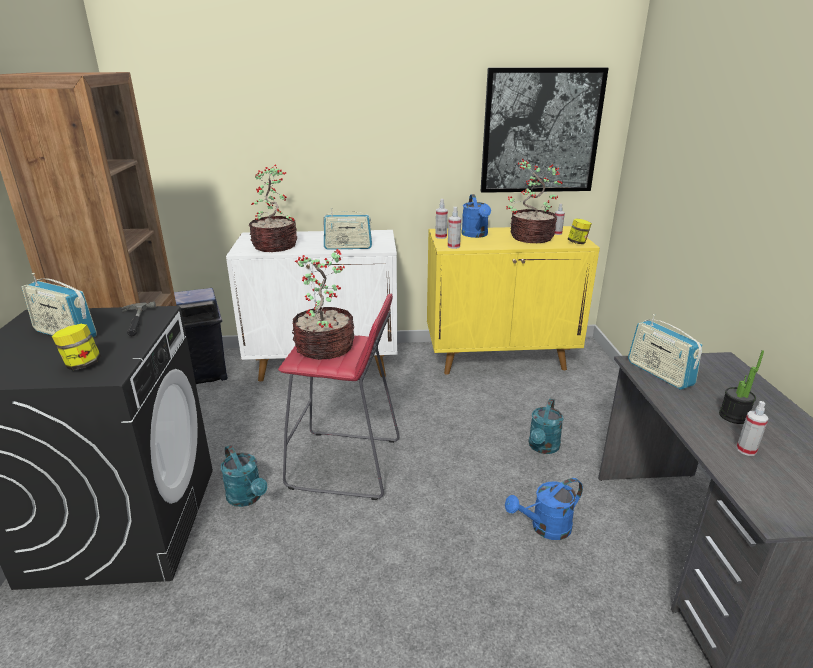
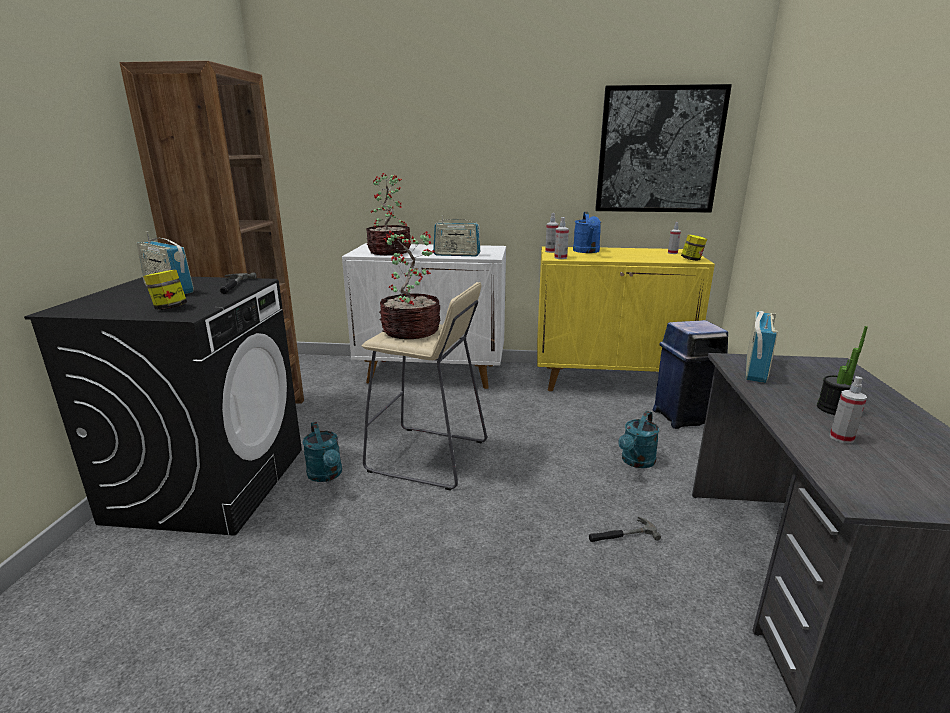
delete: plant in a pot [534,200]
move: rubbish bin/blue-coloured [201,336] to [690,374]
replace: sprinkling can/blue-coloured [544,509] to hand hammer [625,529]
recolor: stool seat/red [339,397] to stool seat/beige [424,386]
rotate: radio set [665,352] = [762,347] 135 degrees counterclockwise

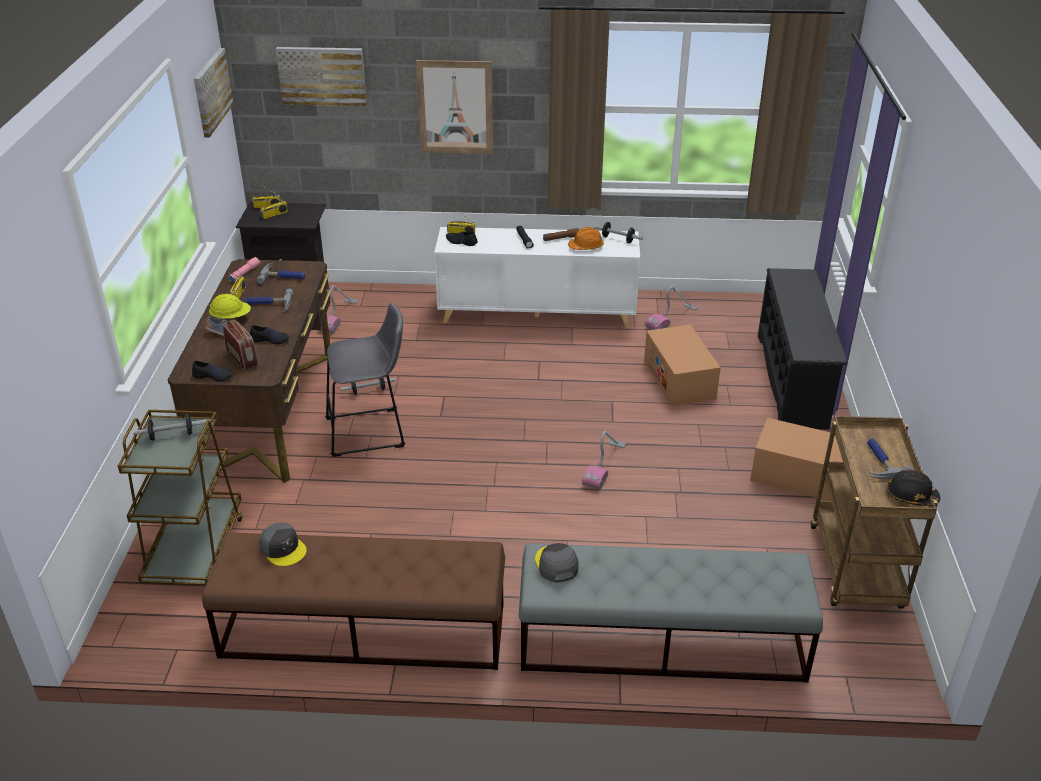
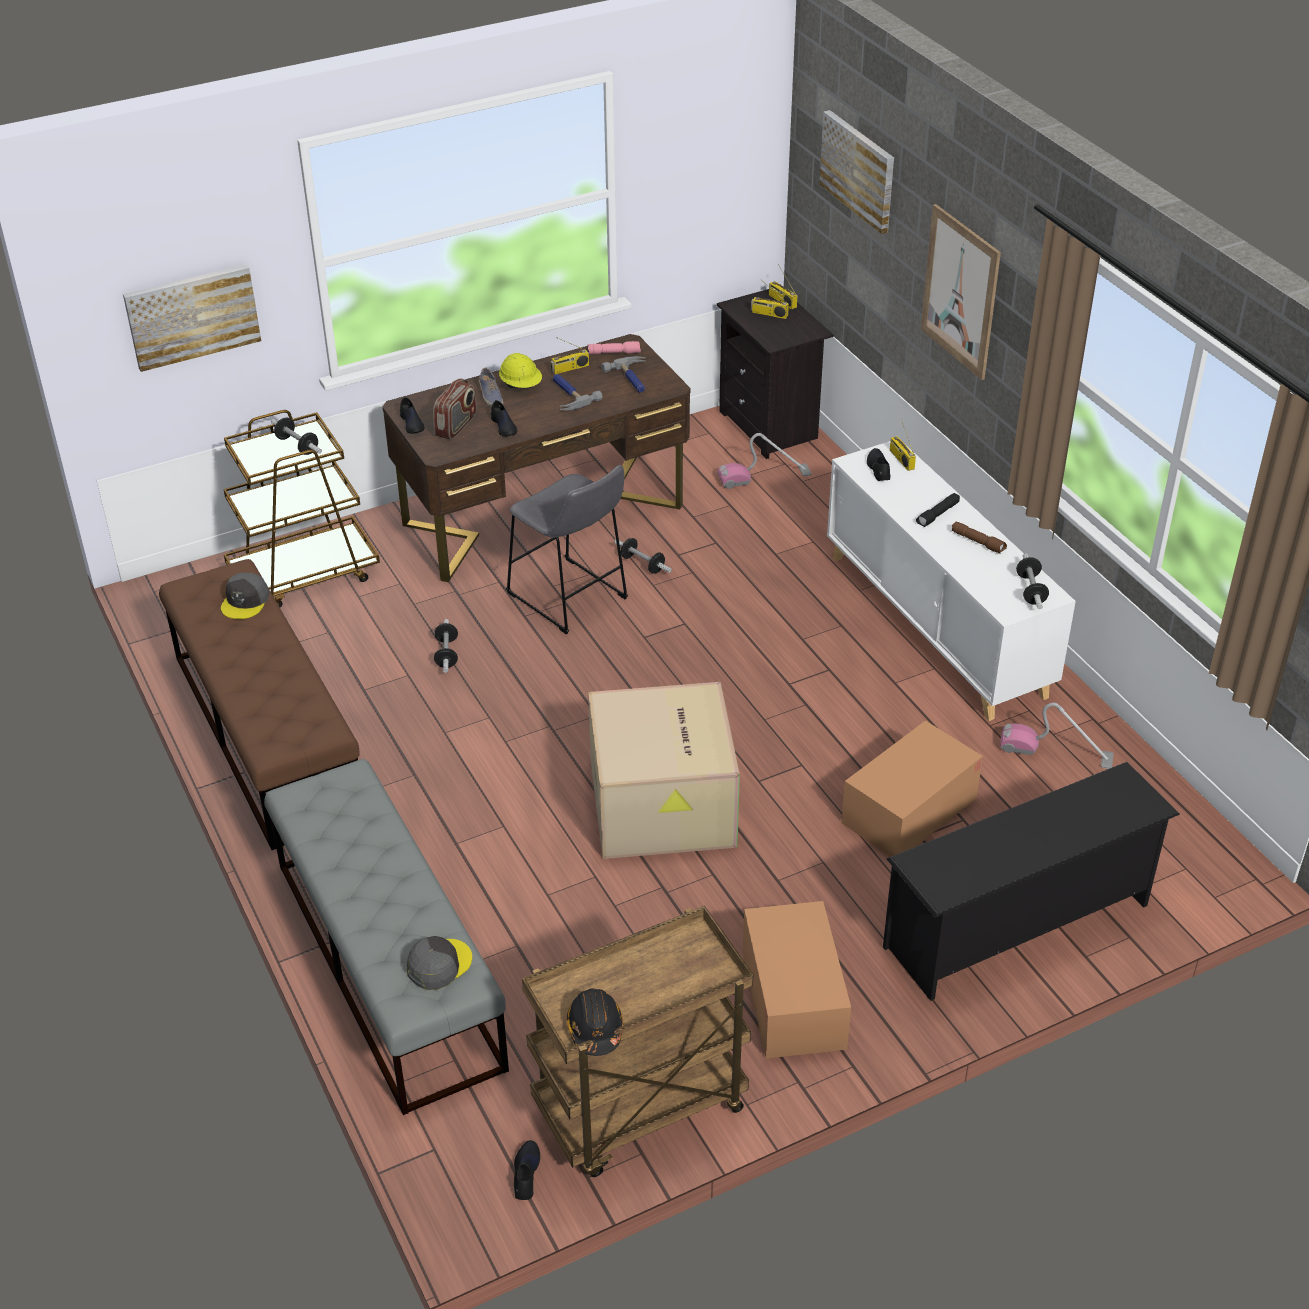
delete: hard hat/orange-coloured [586,238]; hand hammer [890,458]
insert: dumbbell [446,646]; shoe/blackish [527,1170]
move: picture [214,93] to [192,318]; peaked cap/grey [557,562] to [439,963]
replace: hoover [604,460] to packing box [664,770]

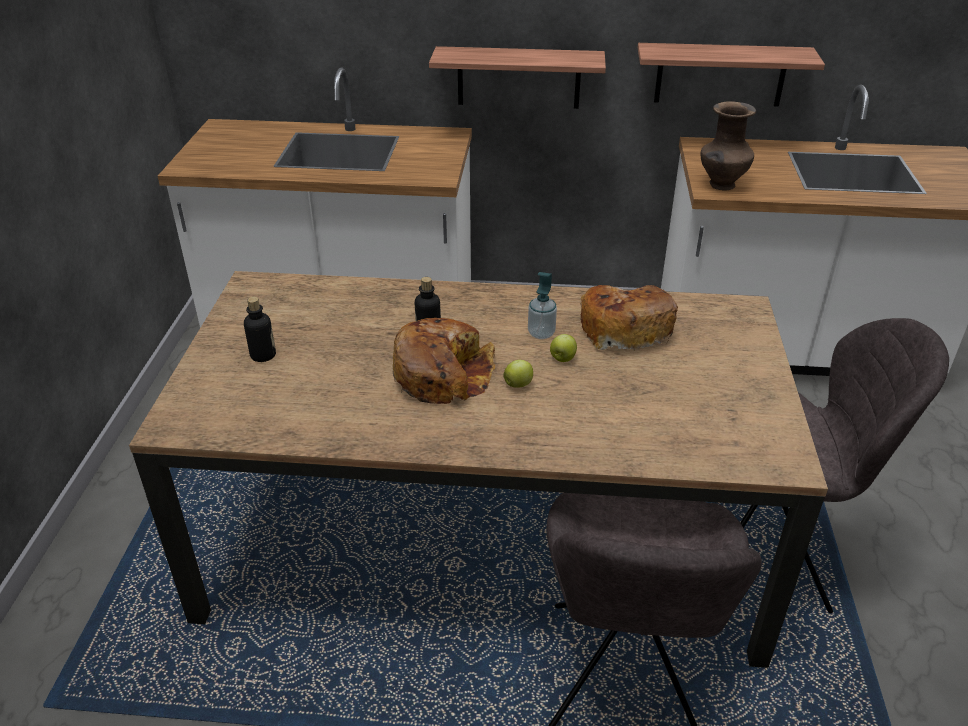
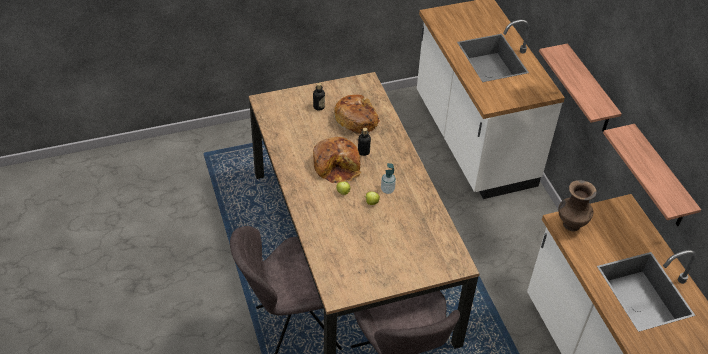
move: bakery bread [629,317] to [357,114]

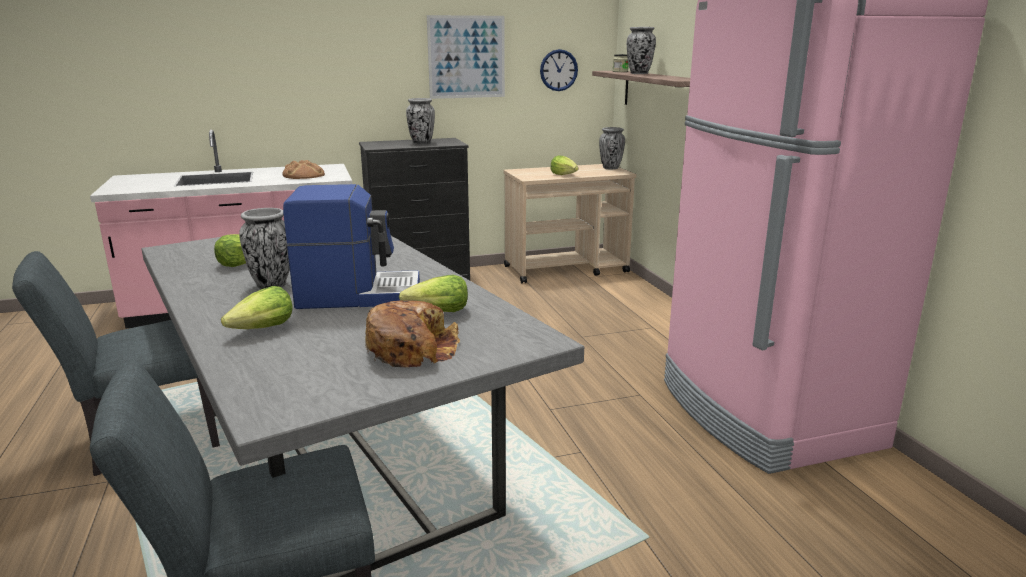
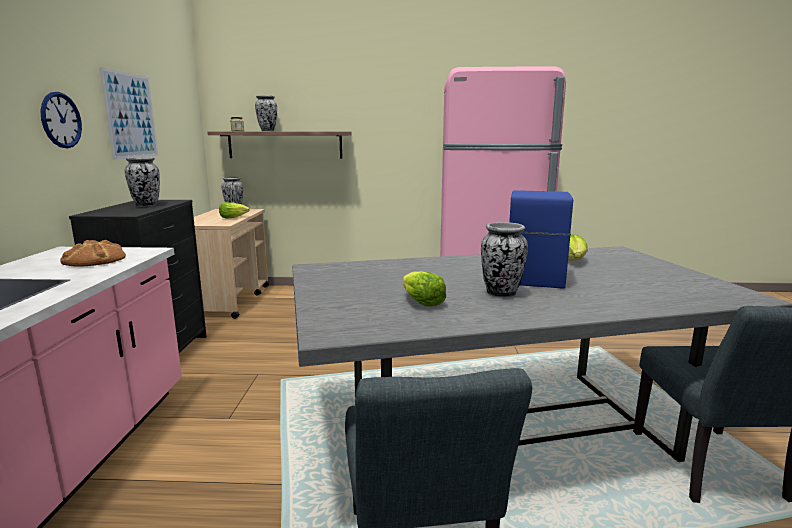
delete: head of lettuce [257,307]; bakery bread [412,333]
move: clock on the wall [559,70] to [61,120]

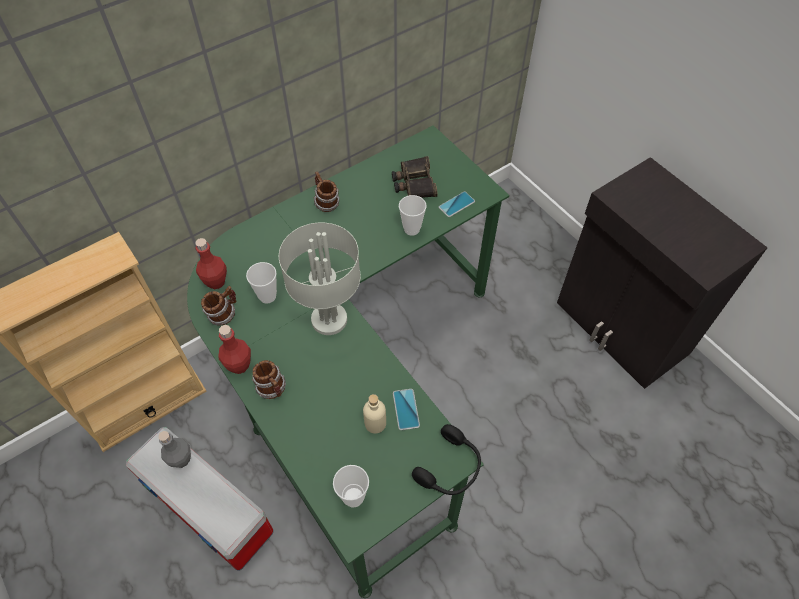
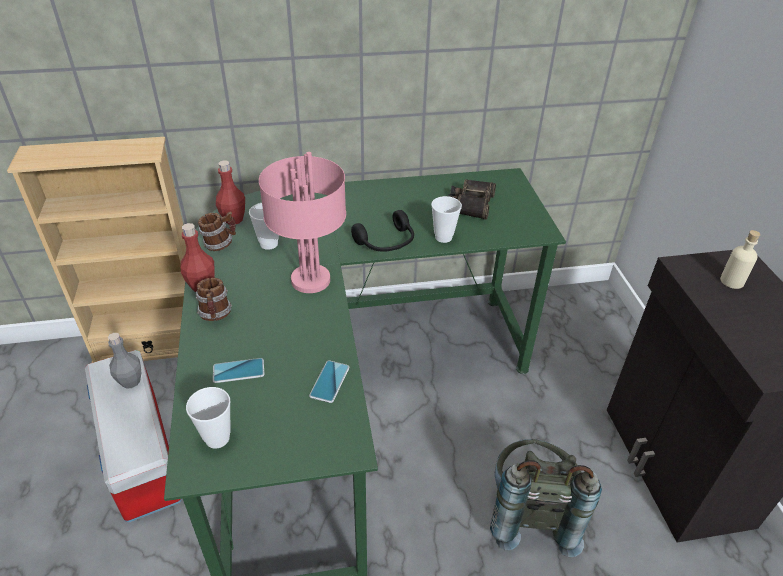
delete: tea mug [327,191]
insert: rucksack/grey [546,498]
move: handset [457,204] to [239,370]; beverage bottle/beige [374,414] to [740,259]; pair of headphones/blackish [446,459] to [382,231]
recolor: lamp for a table/grey [320,278] to lamp for a table/pink [302,222]

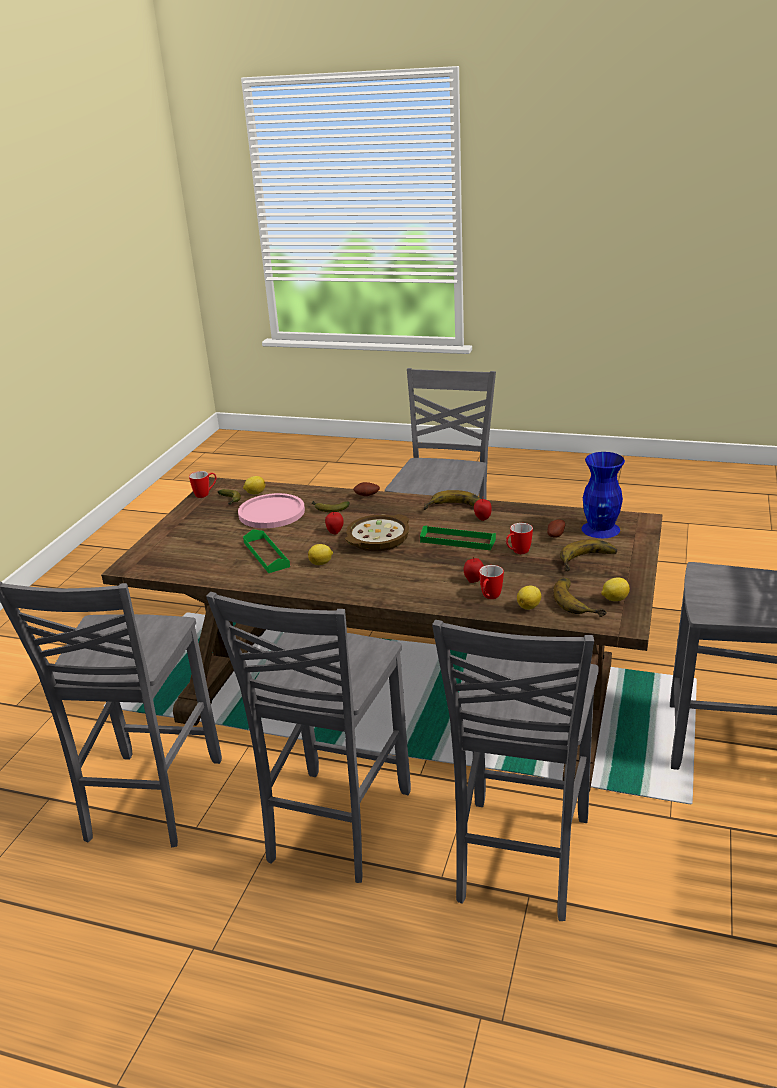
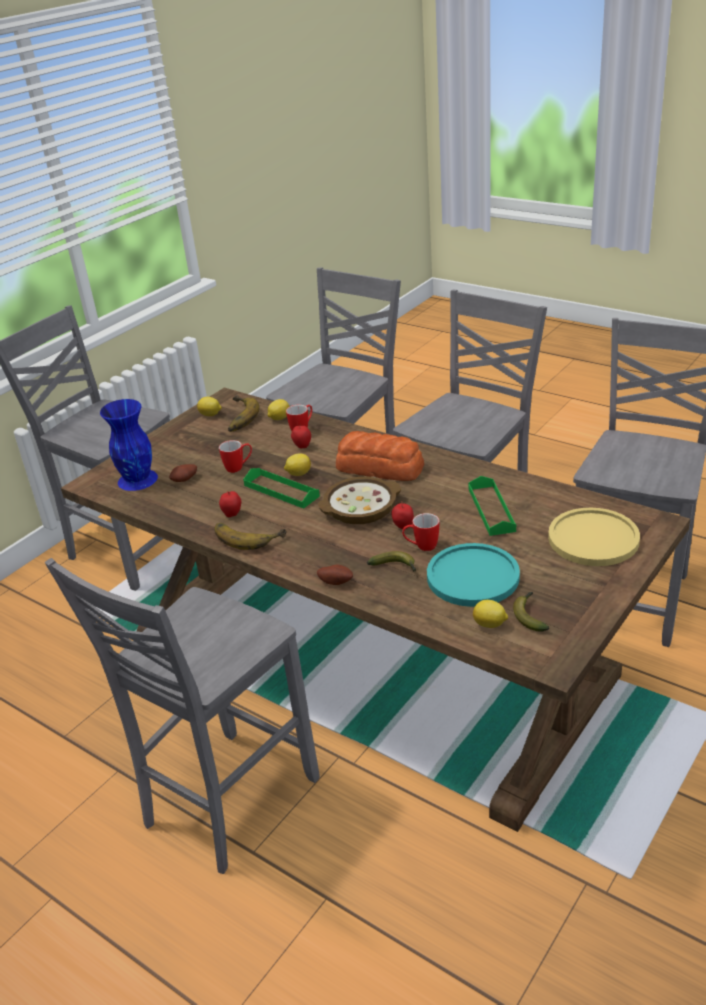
delete: banana [588,555]
insert: bakery bread [380,456]; flat dish/yellow-coloured [594,537]
move: tea mug [203,484] to [420,532]; whole lemon [320,554] to [297,464]
recolor: flat dish/pink [271,510] to flat dish/turquoise-coloured [473,575]

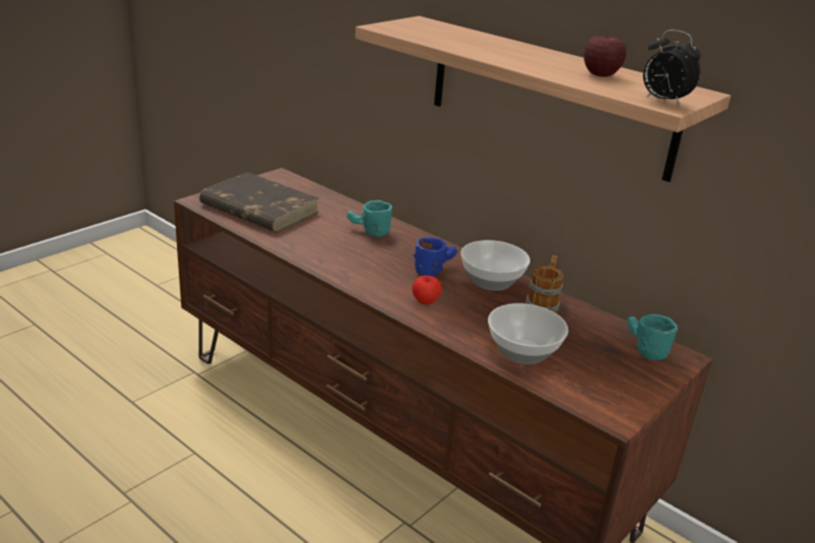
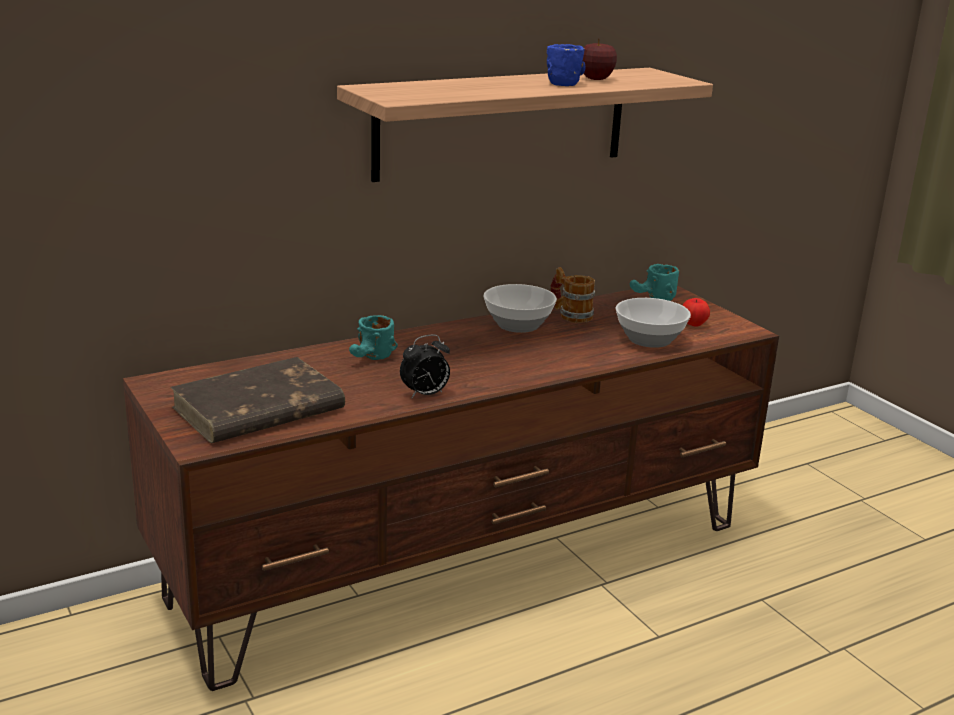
move: bedside clock [672,68] to [425,366]; tea mug/blue-coloured [435,256] to [566,65]; apple fruit [427,290] to [696,312]

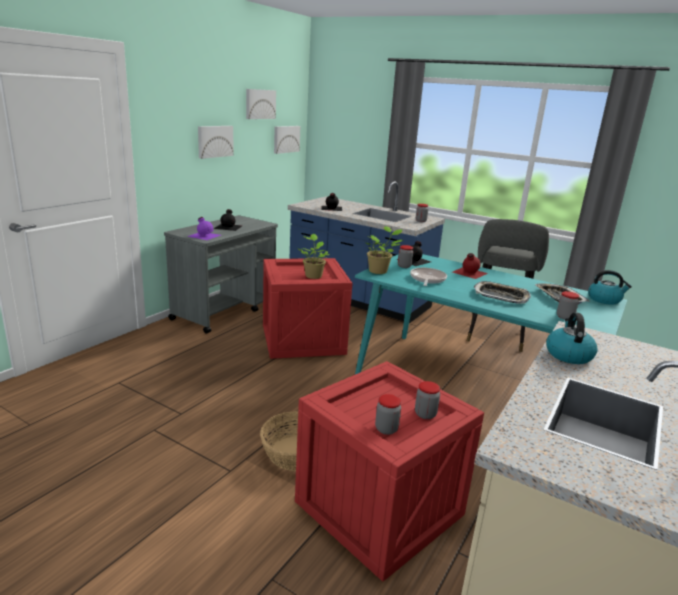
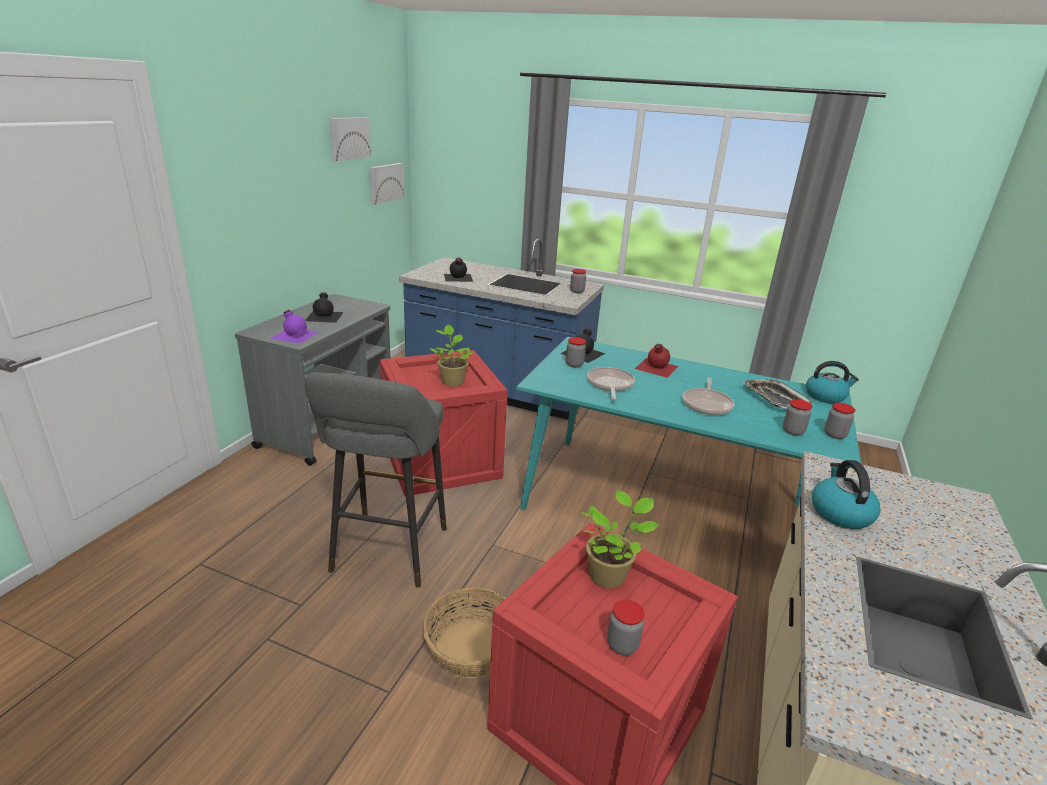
delete: picture [216,142]
move: stool seat/grey [508,285] to [376,480]; plant in a pot [384,250] to [620,539]; storage jar [427,400] to [839,421]
replace: serving tray [502,292] to pan [709,396]

